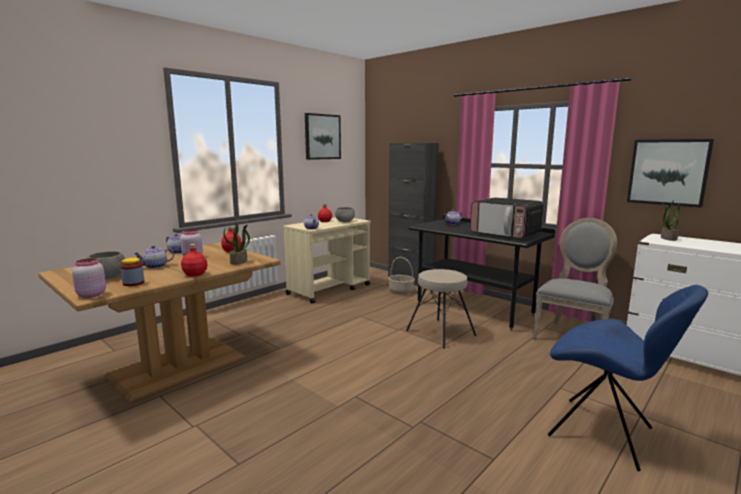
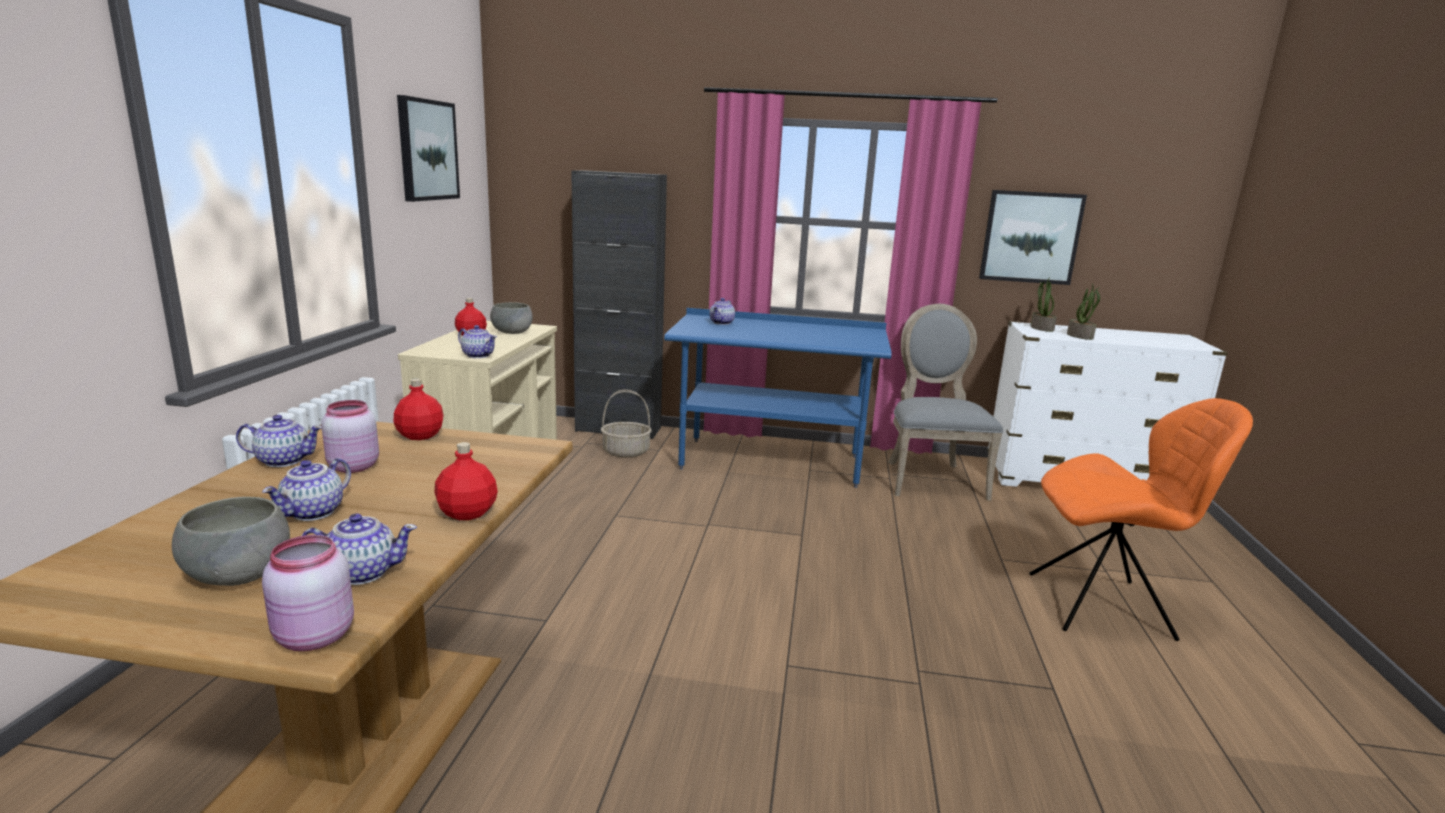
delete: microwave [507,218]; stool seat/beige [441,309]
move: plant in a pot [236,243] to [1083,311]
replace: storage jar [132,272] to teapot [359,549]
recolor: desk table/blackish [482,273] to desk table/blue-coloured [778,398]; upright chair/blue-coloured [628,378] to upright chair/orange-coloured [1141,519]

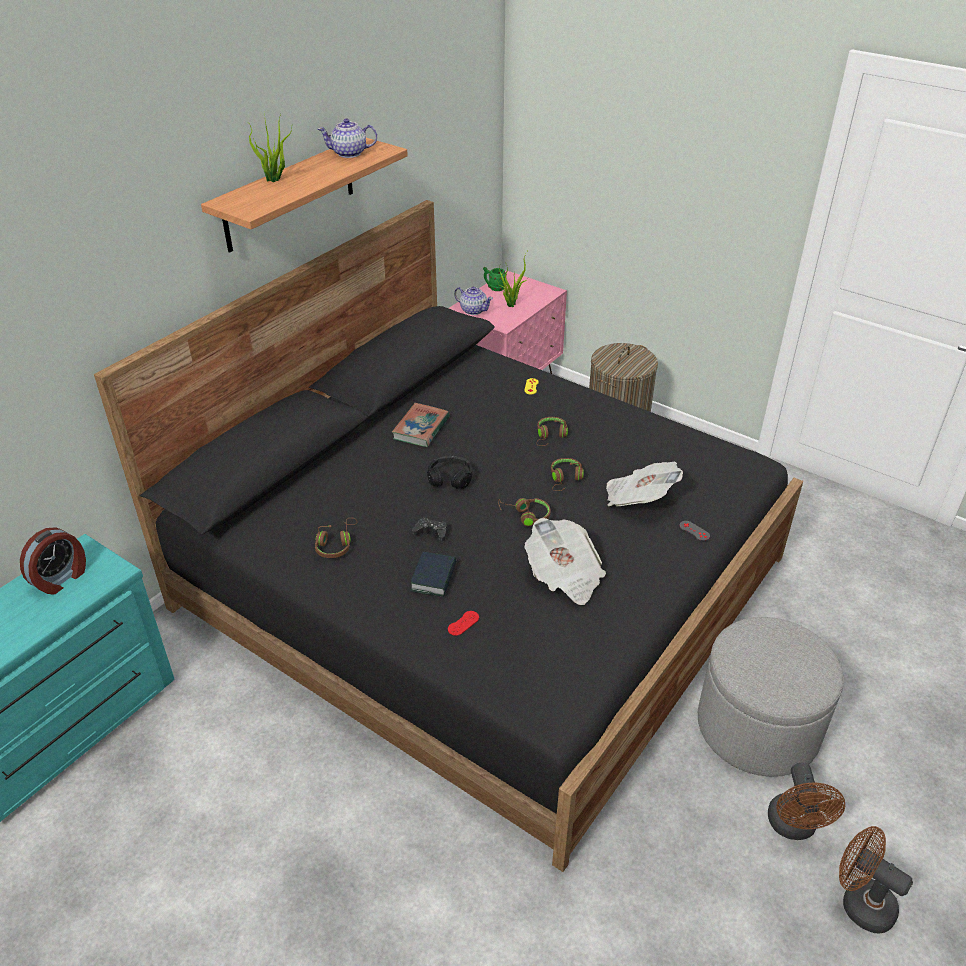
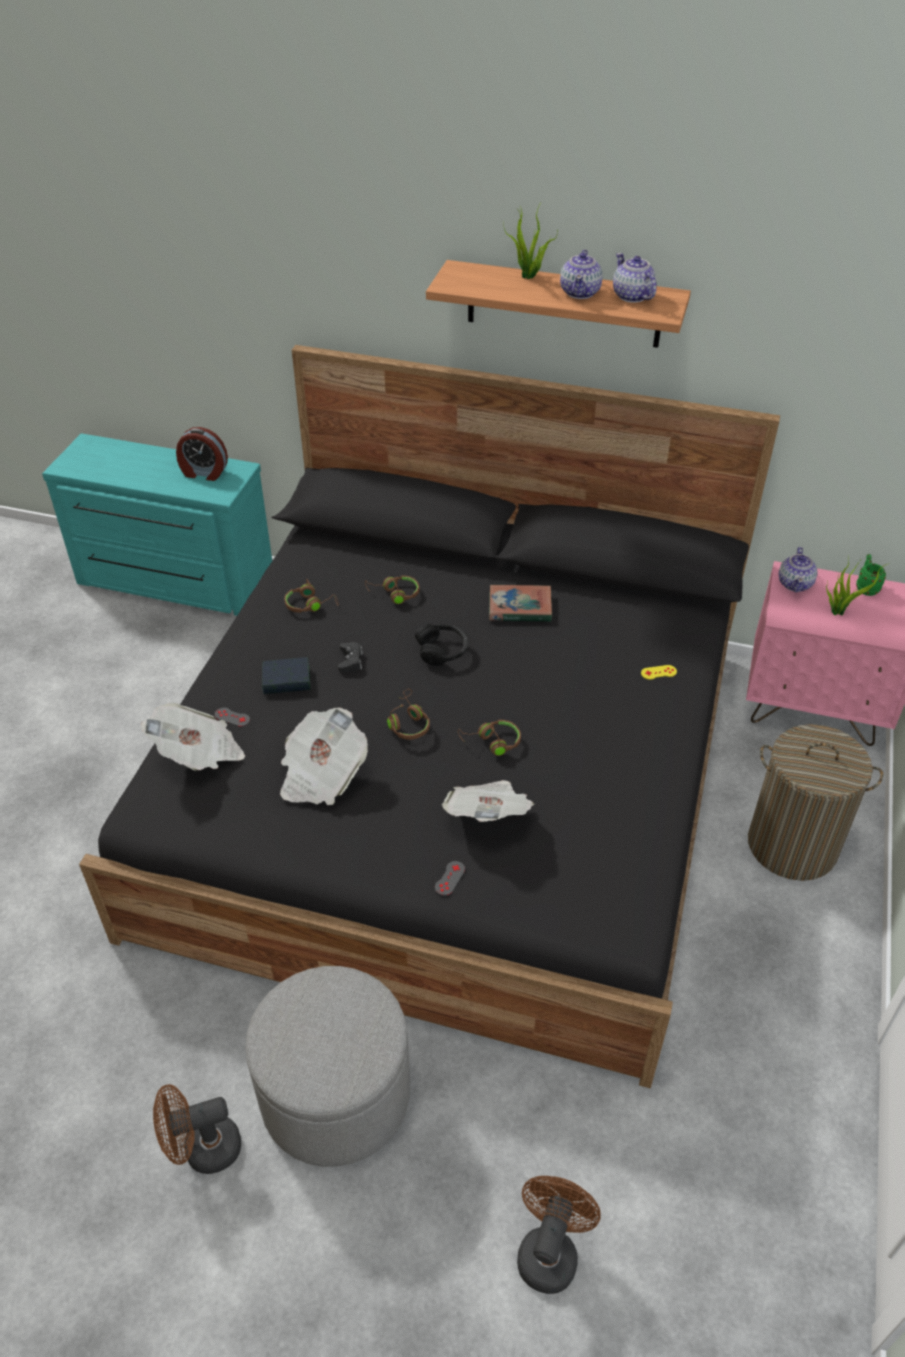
insert: teapot [581,274]; daily paper [193,737]
move: pair of headphones/brown-coloured [552,431] to [392,589]; cooling fan/brown-coloured [876,879] to [559,1235]
recolor: gamepad/red [463,623] to gamepad/grey [232,717]

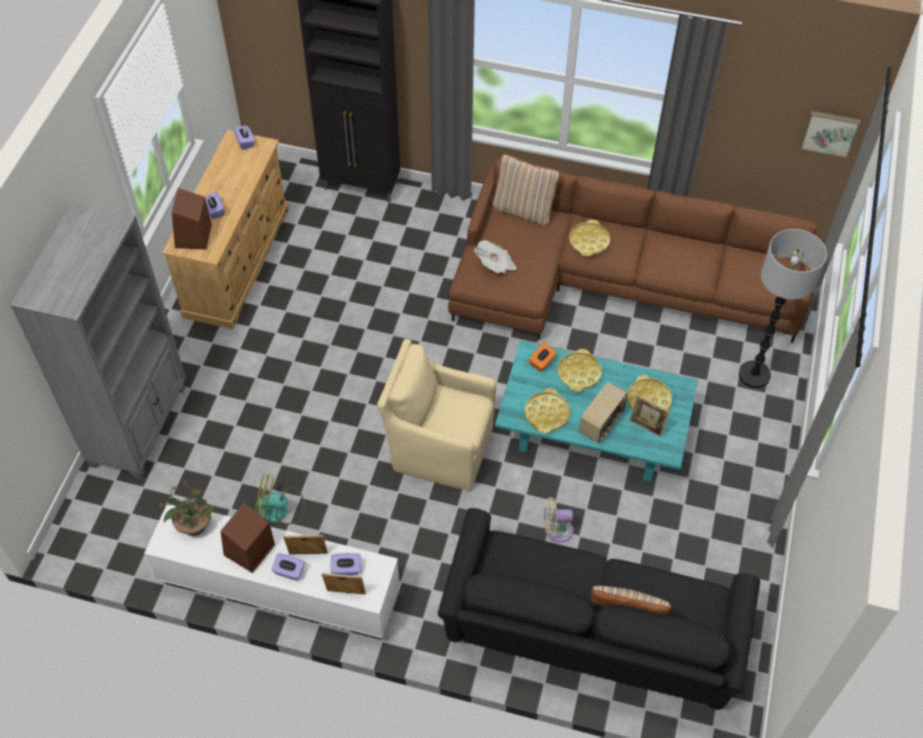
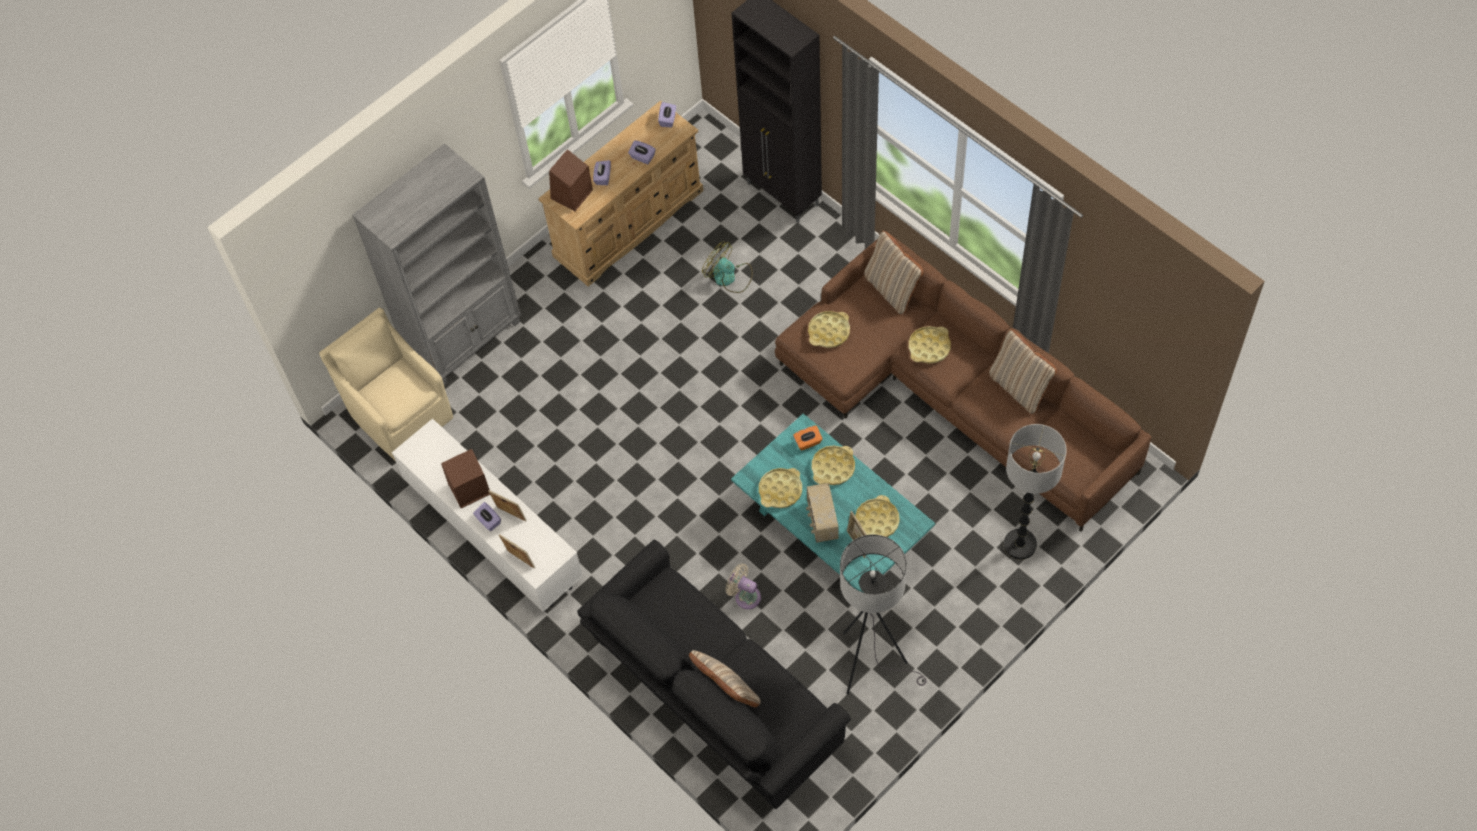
delete: picture [830,134]; plant in a pot [186,508]
insert: pillow/beige [1023,371]; standing lamp/grey [883,614]
move: easy chair/beige [436,415] to [386,384]; cooling fan [280,499] to [727,267]; tissue holder/purple [346,564] to [642,152]
replace: daily paper [495,256] to serving tray/yellow-coloured [829,329]
rotate: radio set [603,412] = [822,513] 105 degrees clockwise

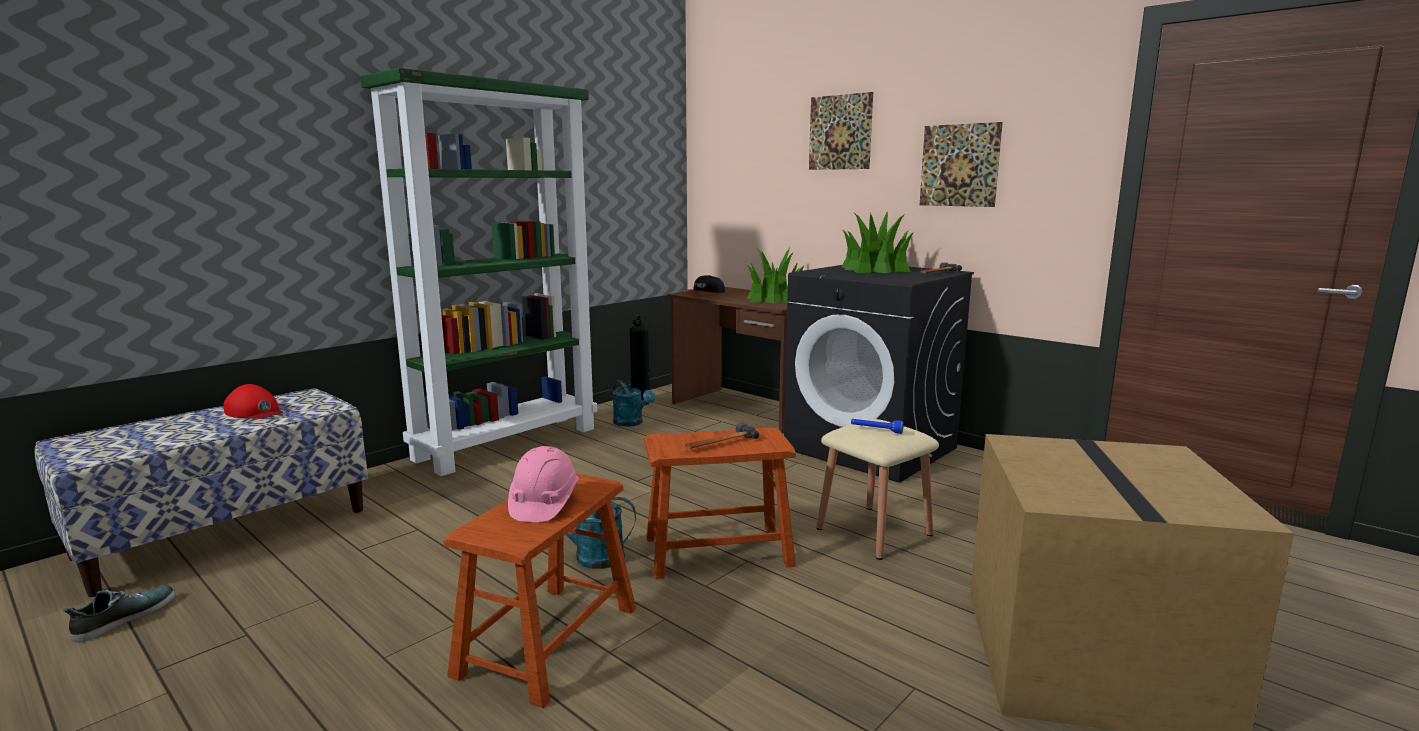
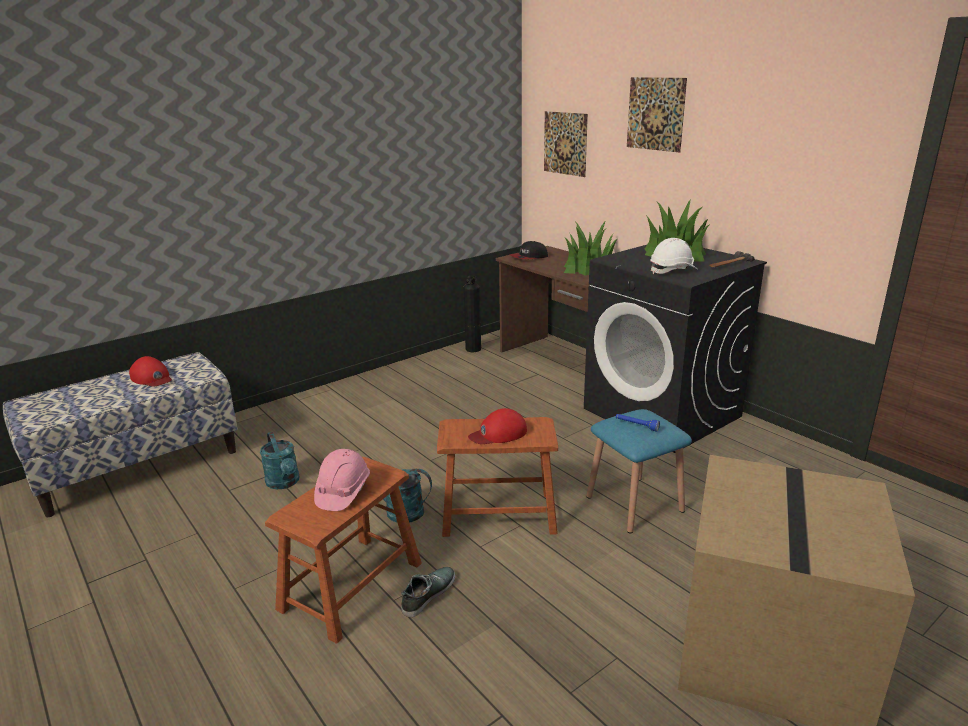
delete: shelving unit/green [478,272]
insert: hard hat/whitish [673,256]
move: picture [961,164] to [566,144]; sprinkling can/turquoise-coloured [634,403] to [280,460]; shoe [119,614] to [428,592]
replace: hand hammer [722,436] to peaked cap/red [497,426]
recolor: stool seat/beige [877,489] to stool seat/blue-coloured [639,471]

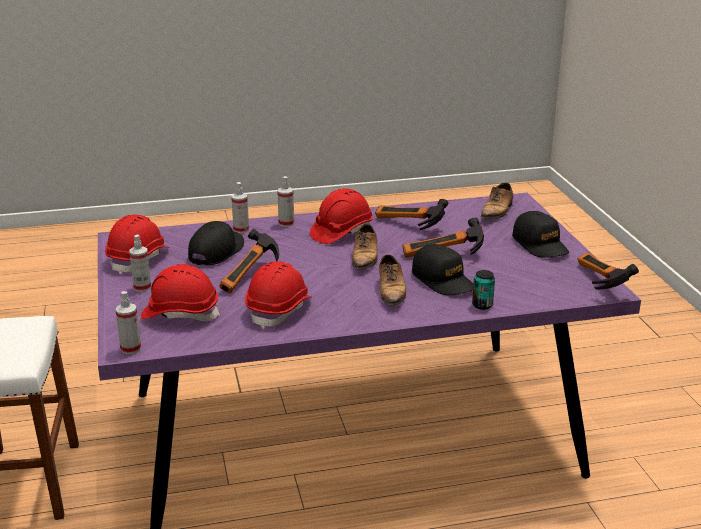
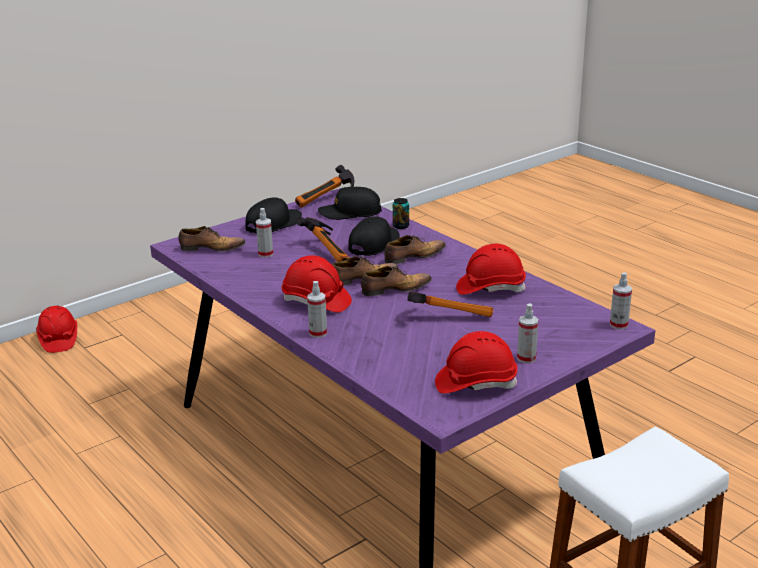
delete: hand hammer [411,214]
insert: shoe [396,281]
move: spray bottle [240,207] to [264,233]; peaked cap/blackish [216,243] to [350,203]; hard hat/red [180,292] to [56,329]

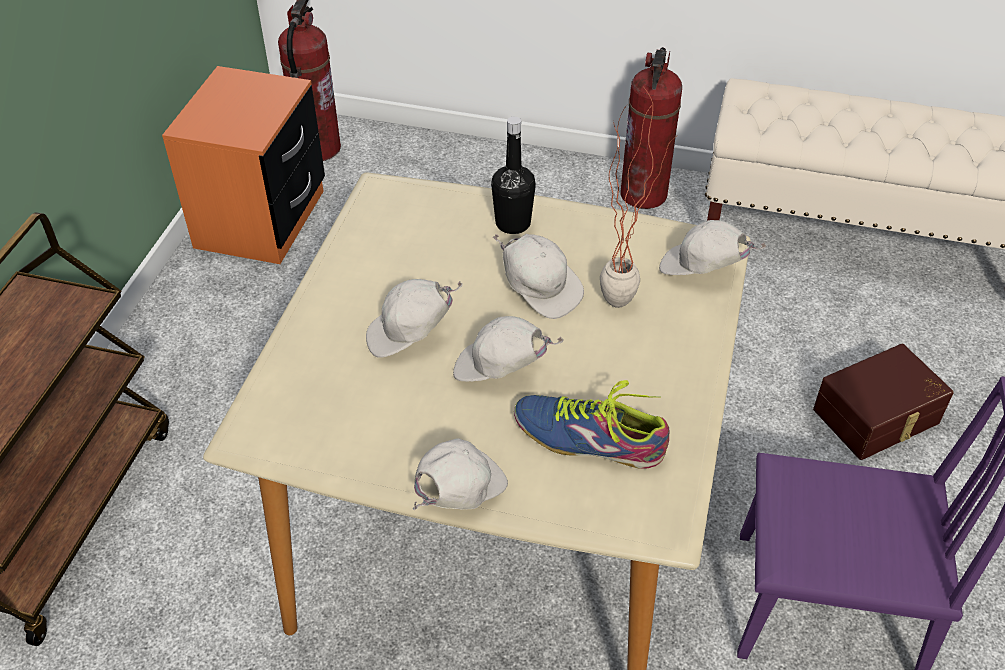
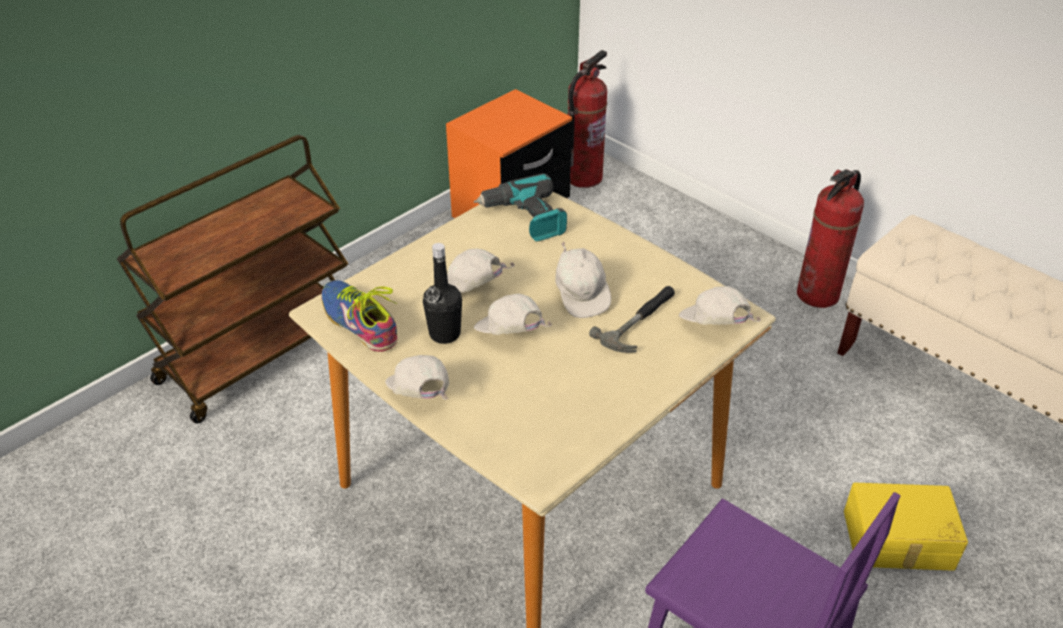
insert: drill [520,207]
move: beverage bottle/blackish [513,175] to [442,293]; shoe [591,424] to [359,316]
replace: plant in a pot [637,198] to hand hammer [632,319]
recolor: storage bin/brown-coloured [883,402] to storage bin/yellow-coloured [906,527]
rotate: peaked cap/whitish [460,474] = [417,377] 105 degrees counterclockwise

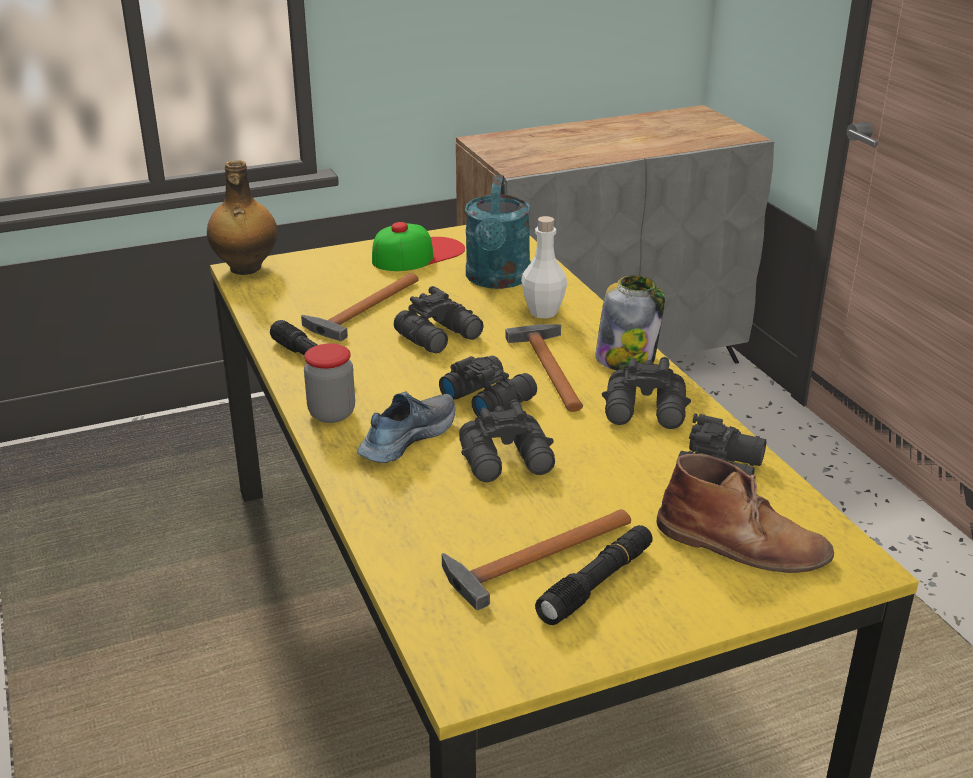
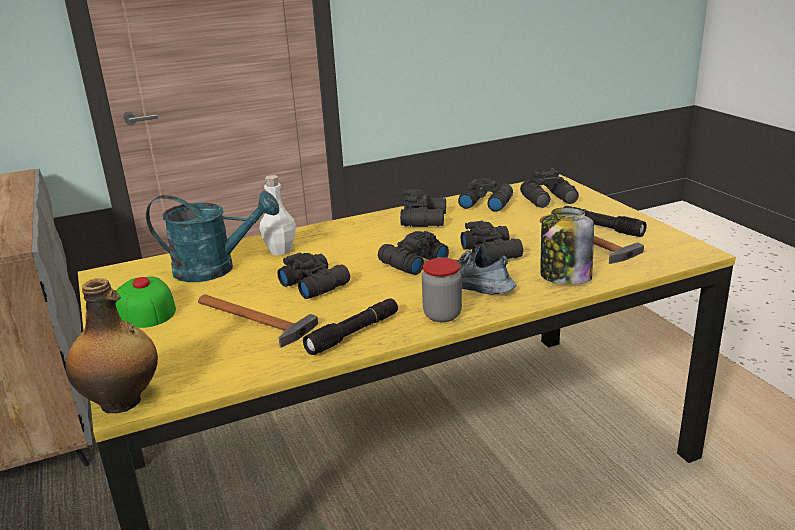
delete: hand hammer [544,368]
move: storage jar [630,322] to [567,246]
replace: tall boot/brown-coloured [745,513] to binoculars/blackish [549,187]

